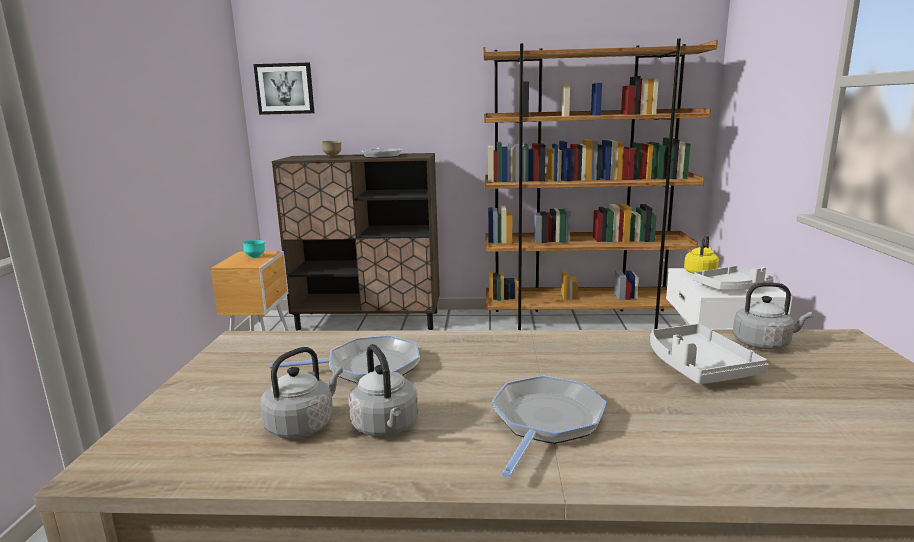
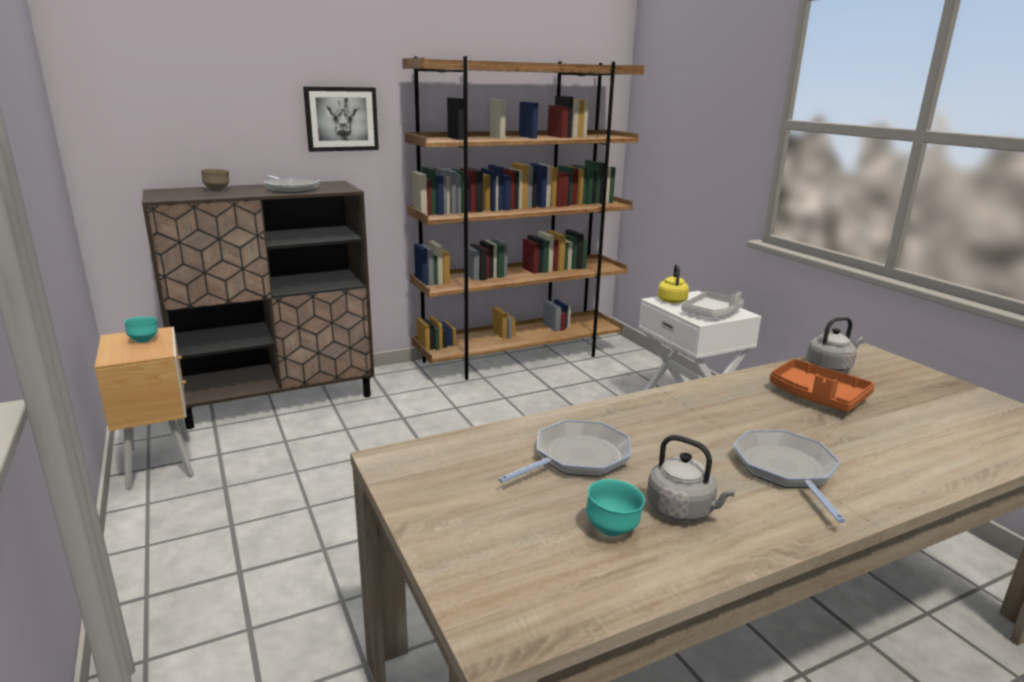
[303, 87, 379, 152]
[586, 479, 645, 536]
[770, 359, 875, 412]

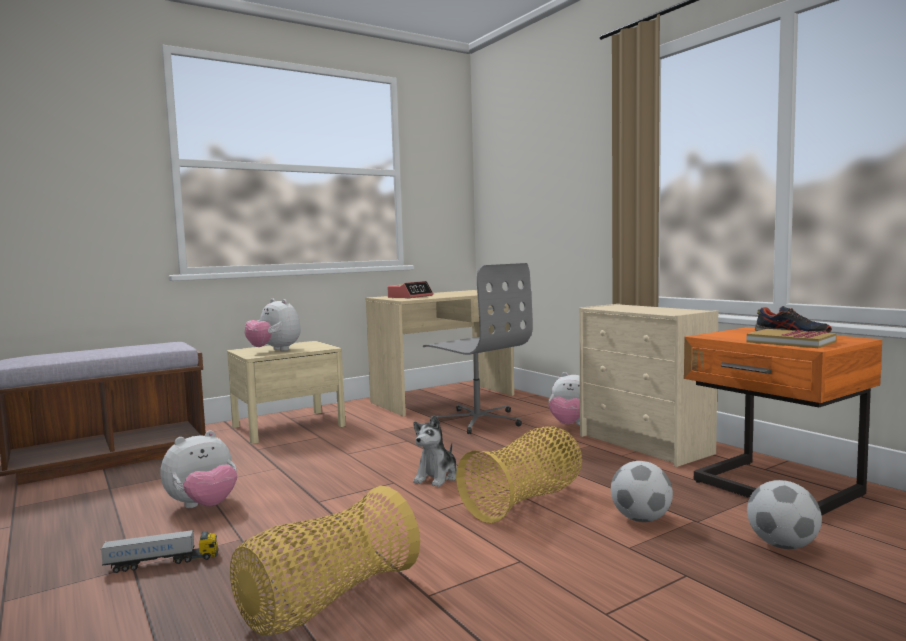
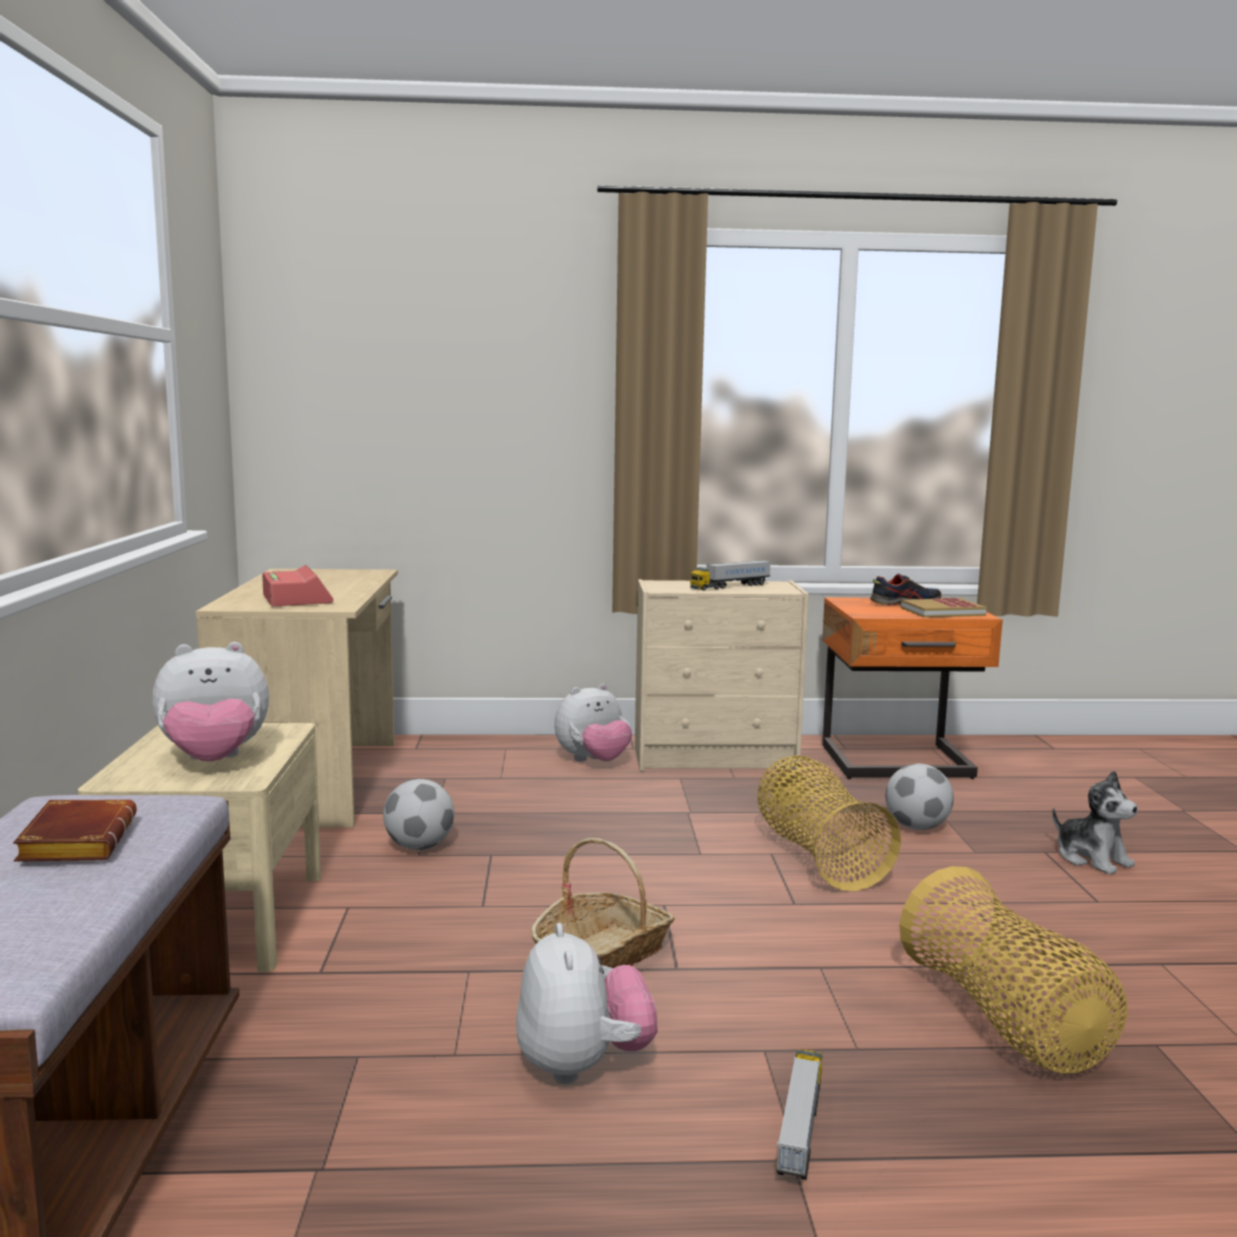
[423, 263, 533, 434] (first image)
[13, 800, 137, 862]
[531, 838, 675, 968]
[690, 560, 771, 591]
[1052, 771, 1138, 875]
[383, 779, 454, 850]

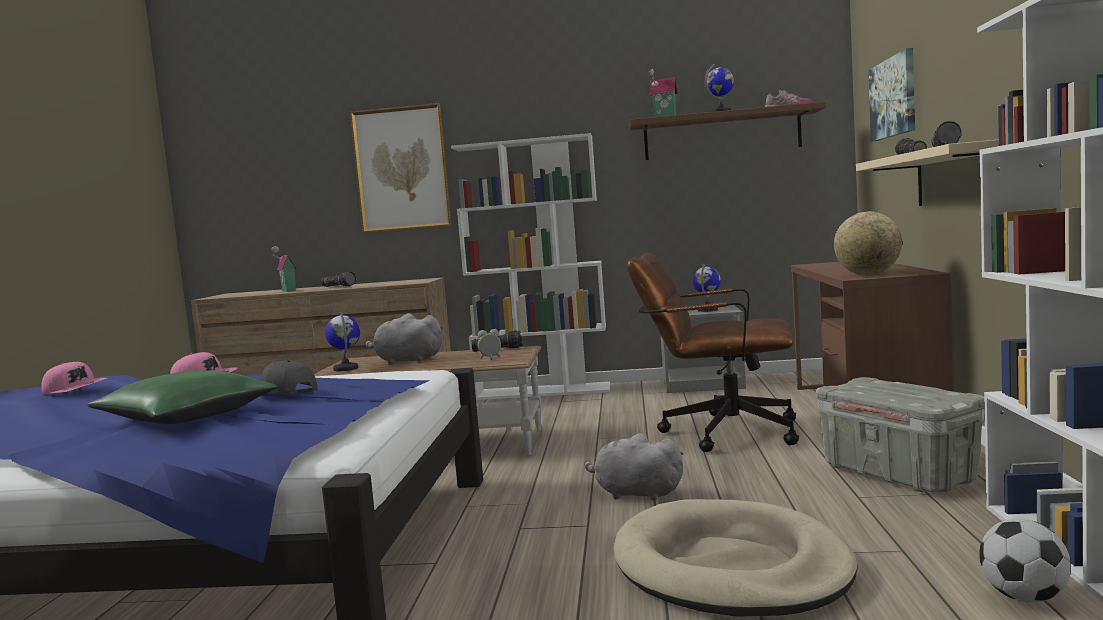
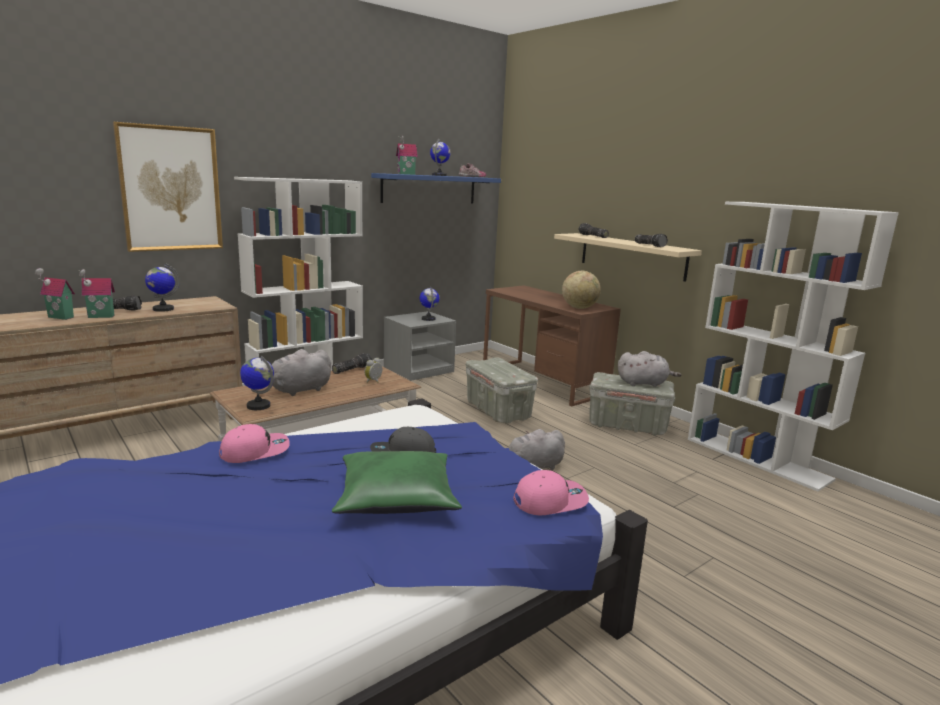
[614, 499, 857, 617] (first image)
[868, 48, 915, 142] (first image)
[979, 519, 1071, 602] (first image)
[78, 269, 115, 318]
[145, 264, 180, 312]
[618, 351, 682, 387]
[513, 470, 589, 516]
[466, 357, 538, 423]
[371, 173, 501, 204]

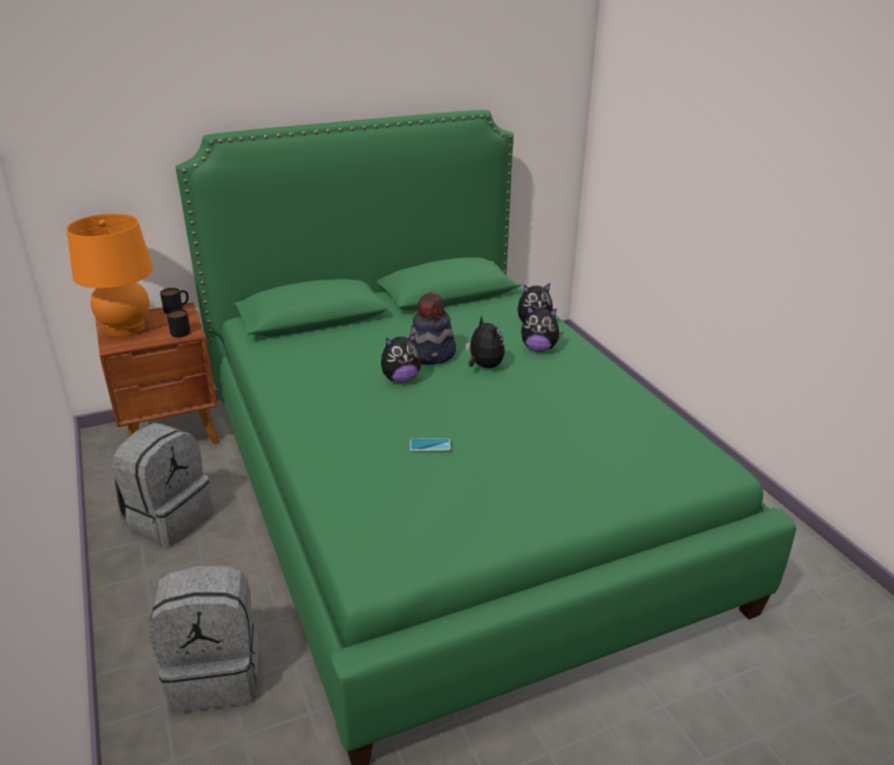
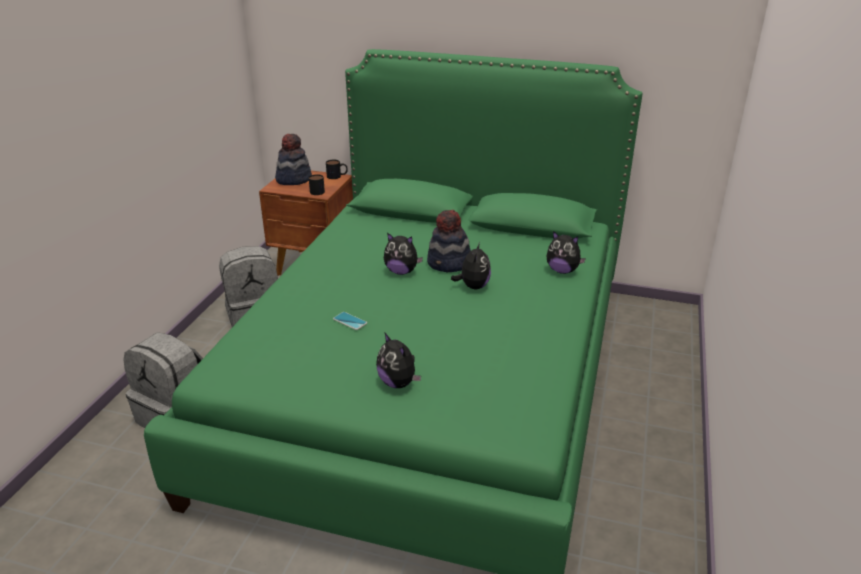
[376, 332, 421, 388]
[275, 134, 312, 185]

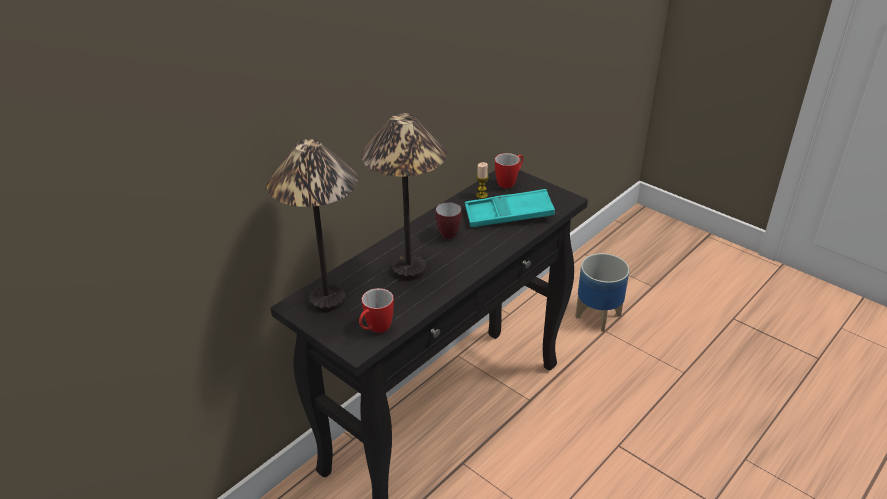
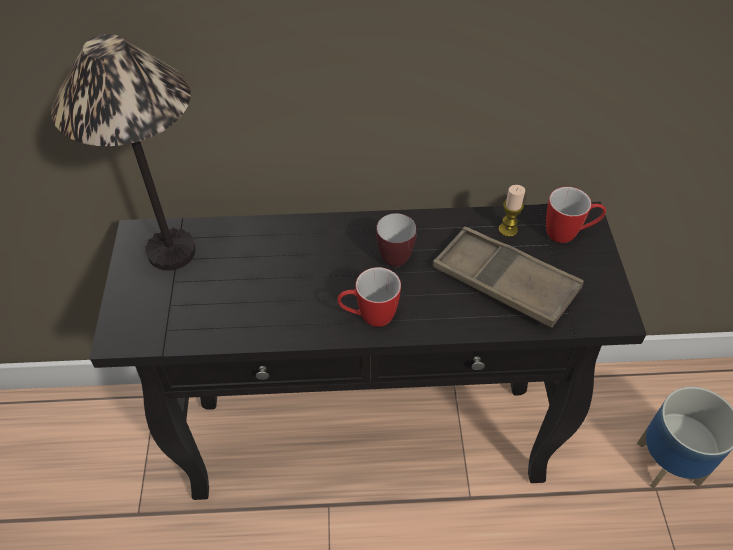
[361, 113, 447, 280] (first image)
[337, 267, 401, 327]
[433, 227, 584, 327]

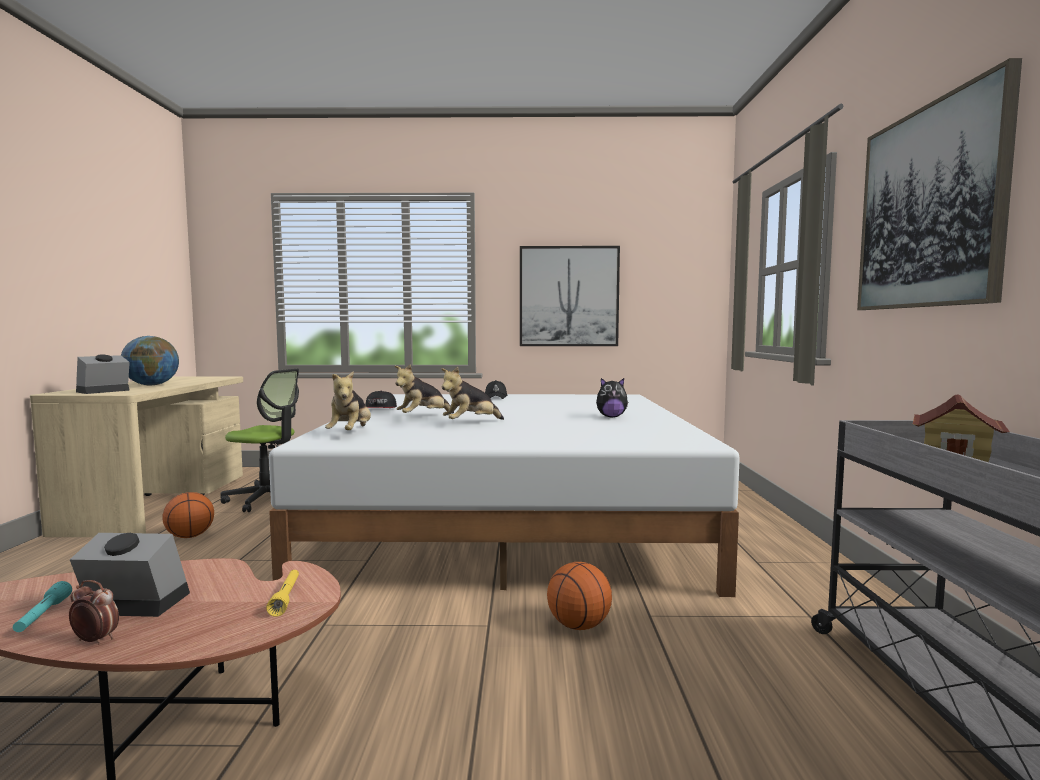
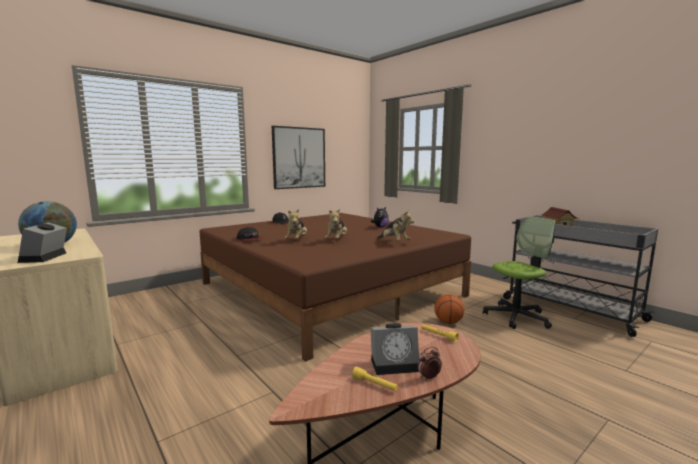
[162, 492, 214, 538] (first image)
[857, 58, 1022, 310] (first image)
[483, 216, 555, 329]
[377, 210, 414, 241]
[352, 367, 398, 391]
[200, 213, 471, 362]
[371, 323, 419, 375]

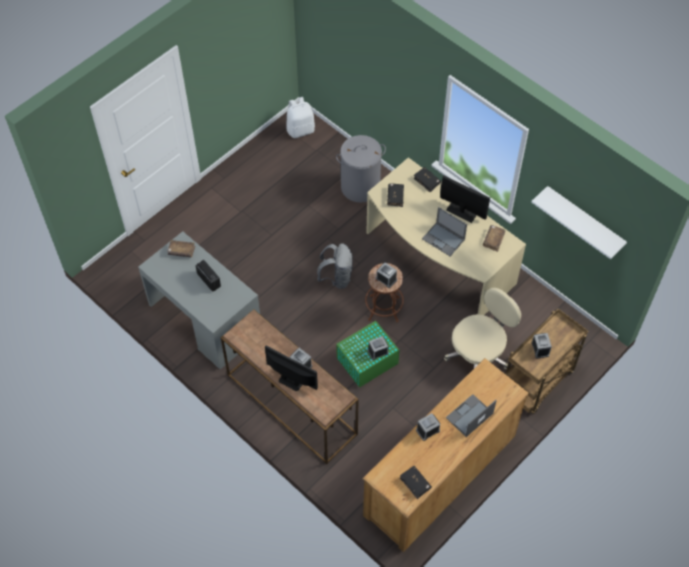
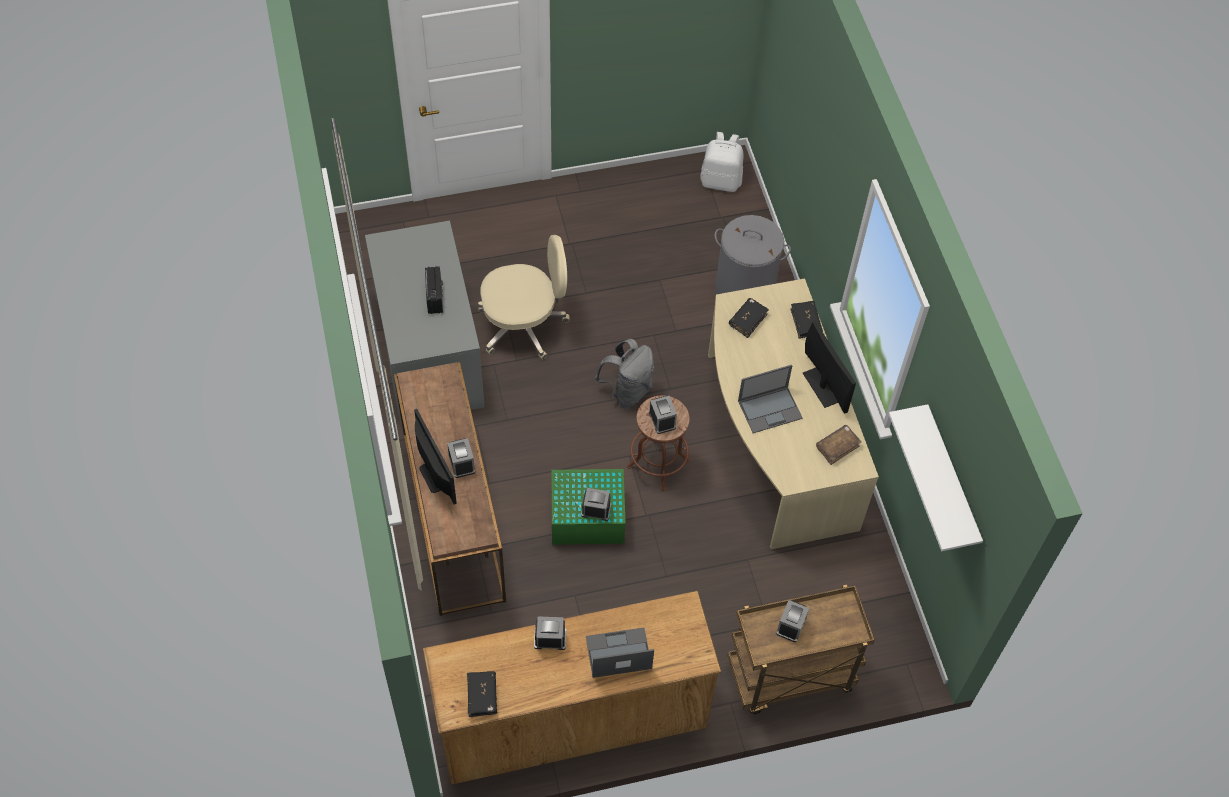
[167, 240, 195, 258] (first image)
[478, 235, 570, 360]
[738, 365, 803, 433]

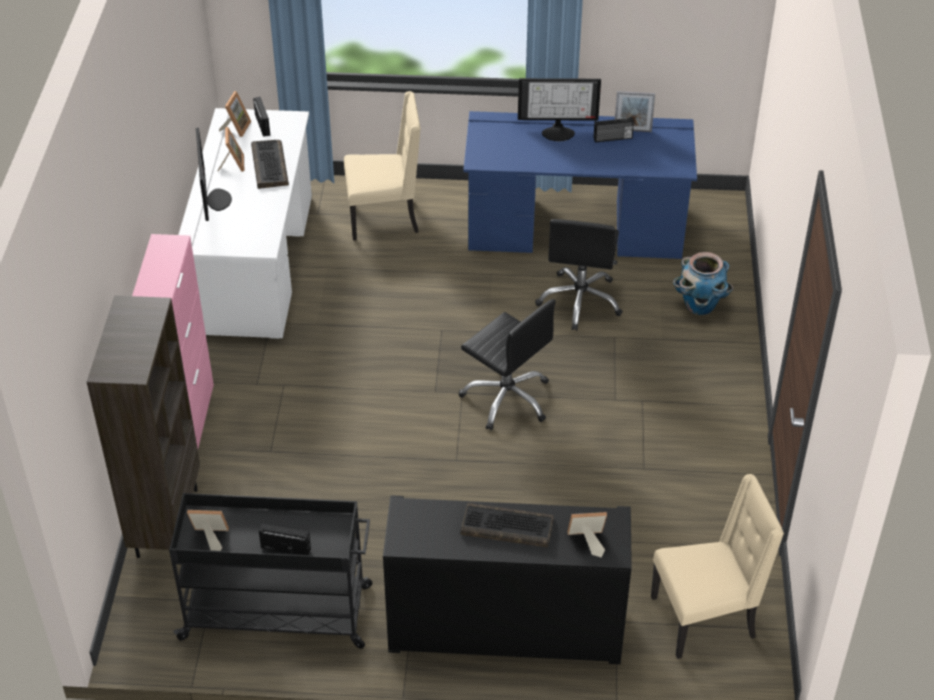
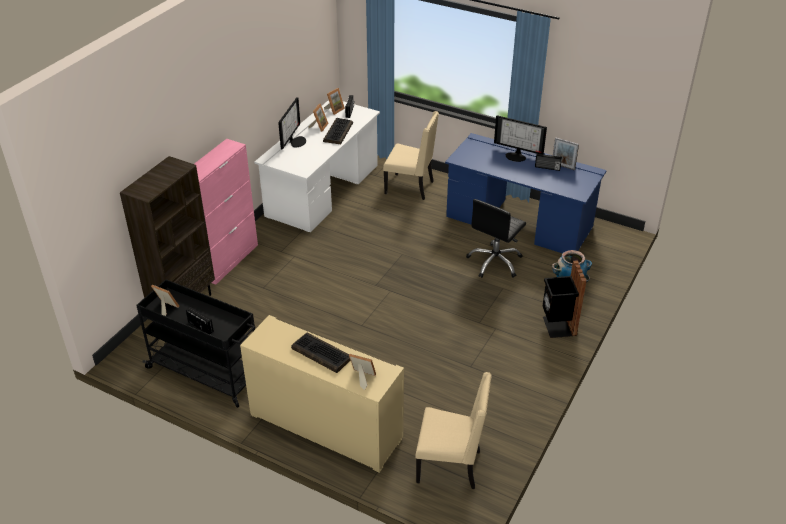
[459, 299, 556, 431] (first image)
[543, 260, 587, 338]
[240, 315, 404, 473]

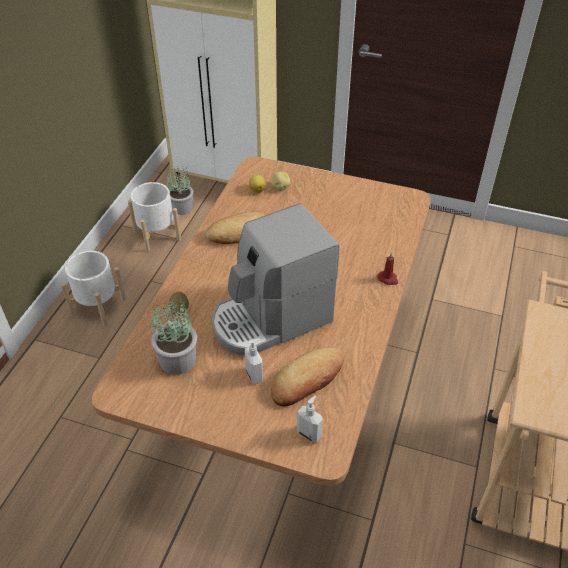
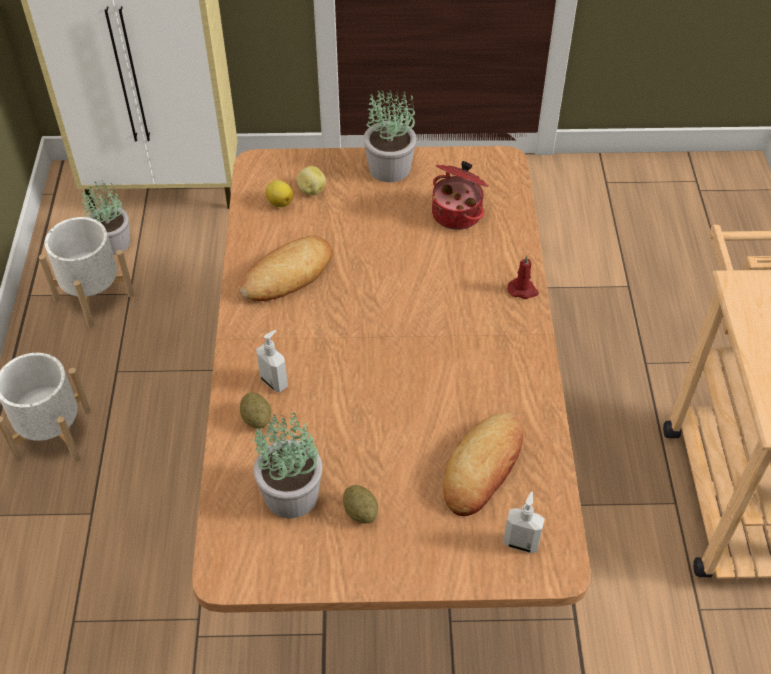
[212, 203, 339, 355] (first image)
[343, 485, 378, 524]
[363, 90, 416, 182]
[432, 161, 489, 230]
[256, 330, 288, 393]

